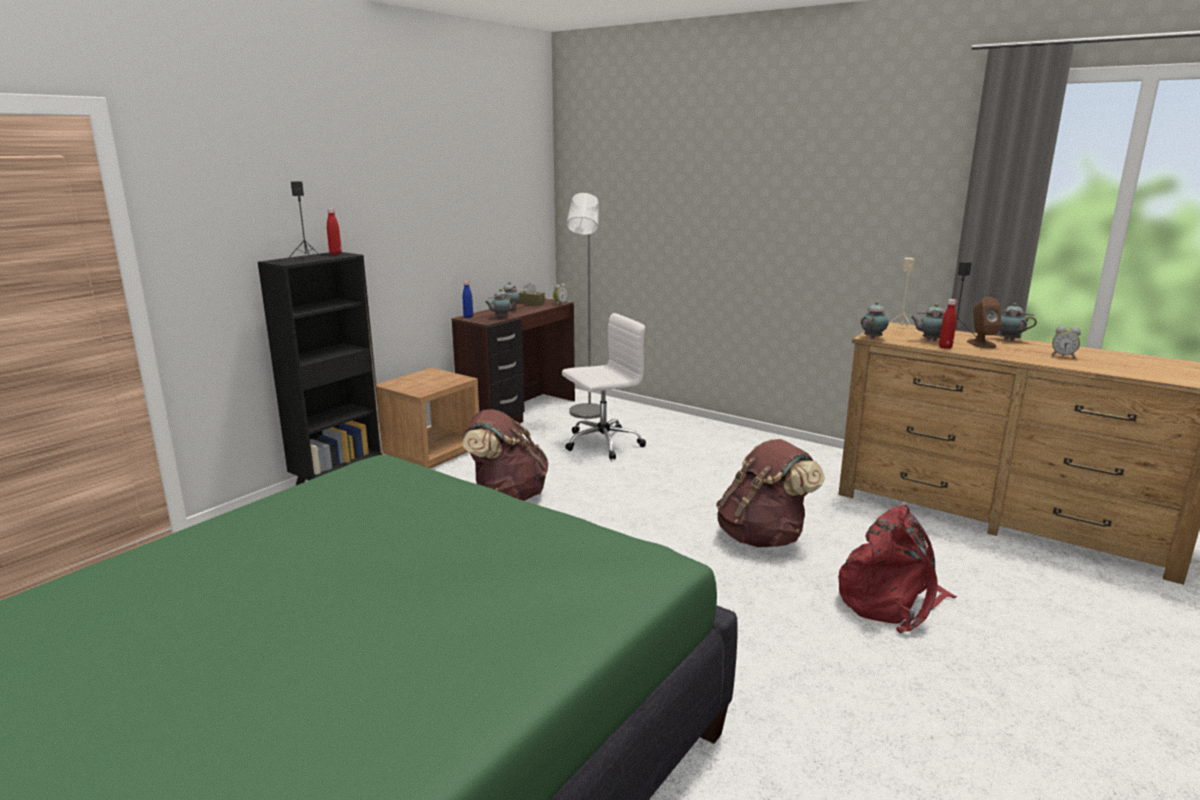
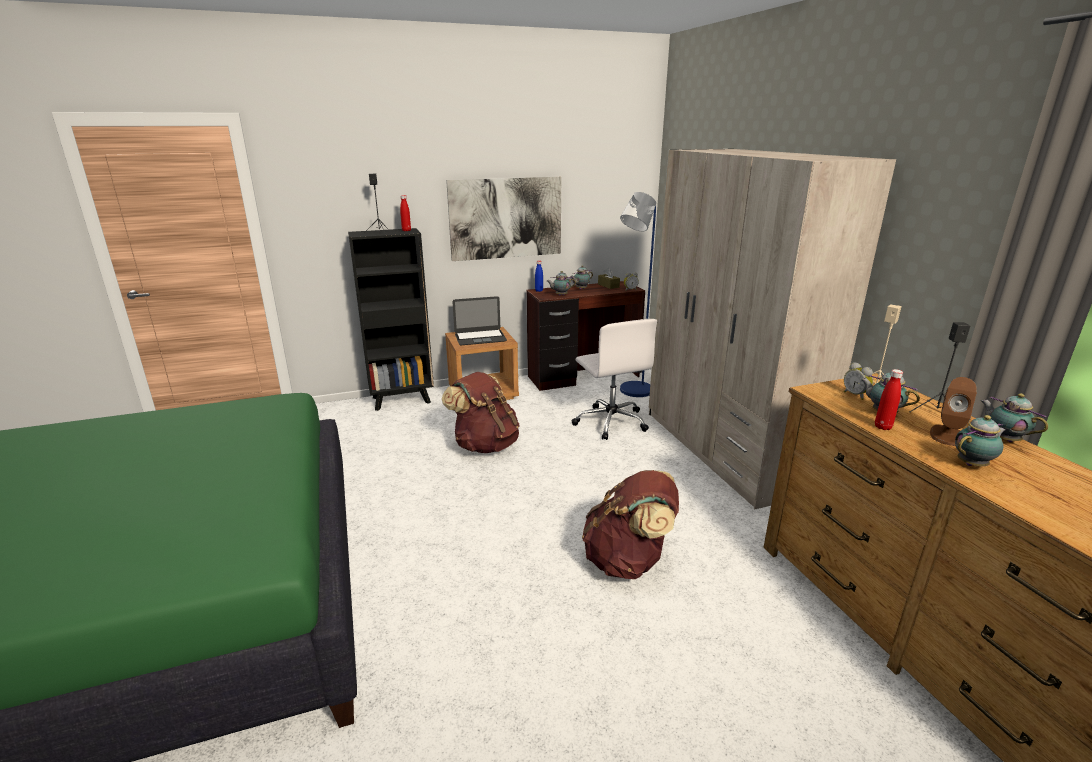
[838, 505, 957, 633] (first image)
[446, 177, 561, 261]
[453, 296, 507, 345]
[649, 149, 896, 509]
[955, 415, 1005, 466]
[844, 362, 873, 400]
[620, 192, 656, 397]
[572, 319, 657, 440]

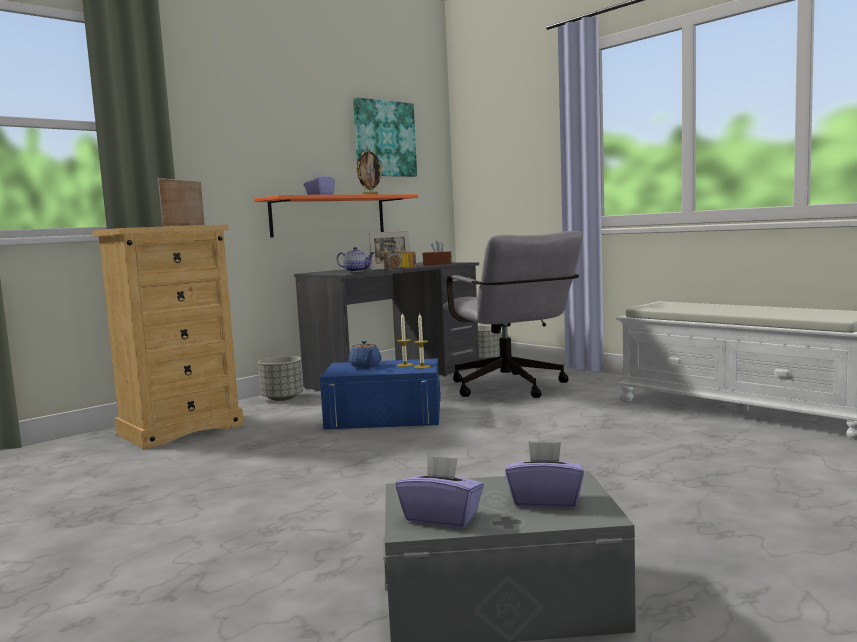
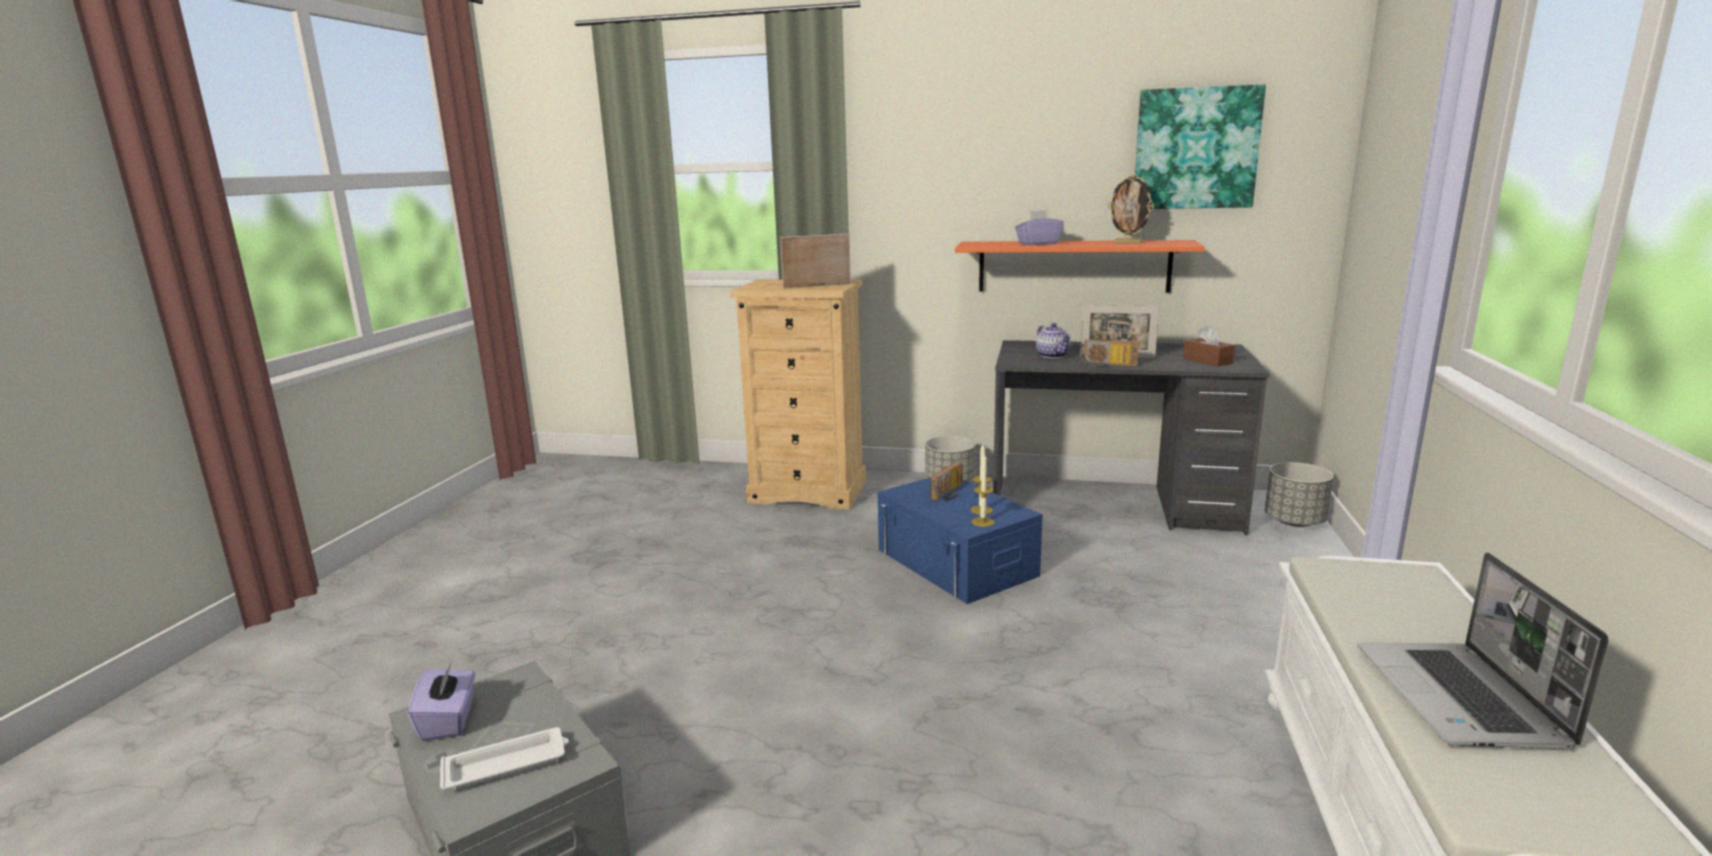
[443, 231, 583, 398] (first image)
[1358, 552, 1609, 749]
[930, 461, 963, 501]
[440, 727, 569, 790]

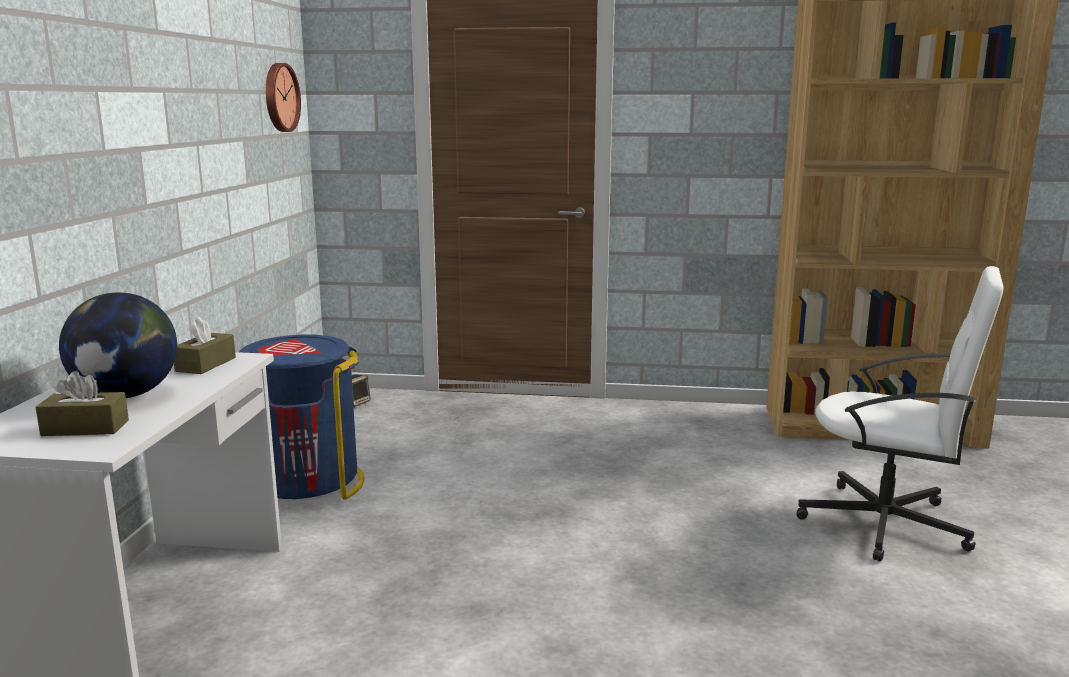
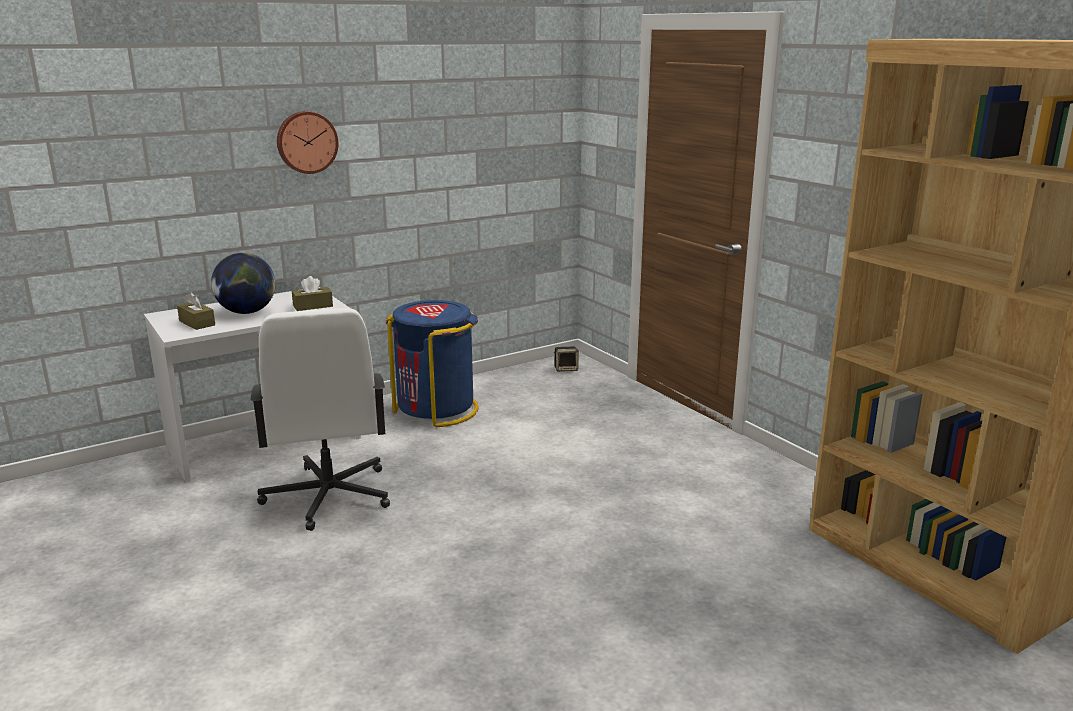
[277, 111, 338, 174]
[251, 308, 390, 531]

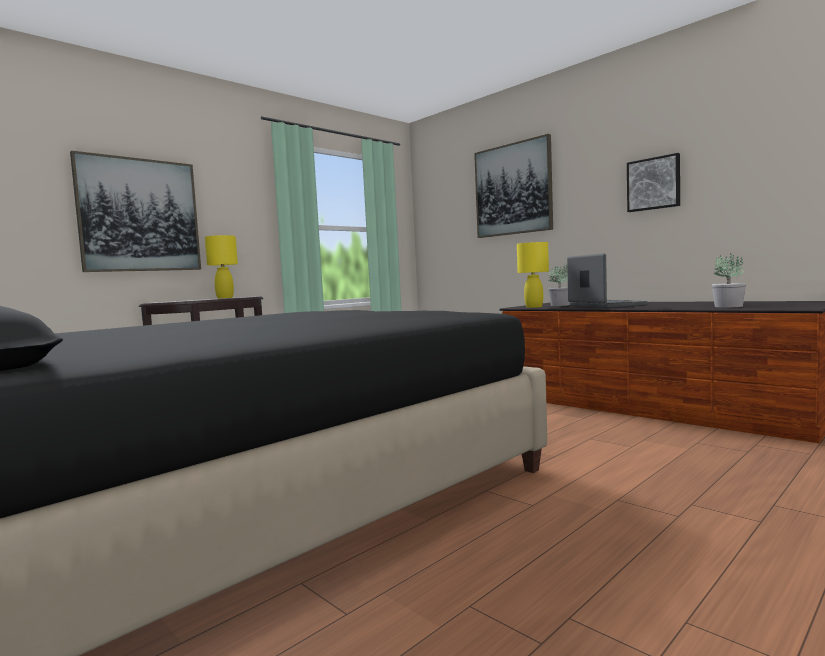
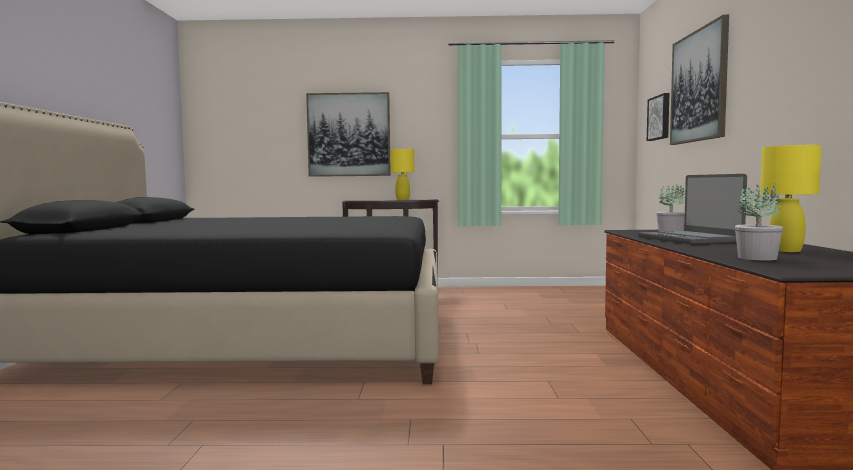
[760, 145, 822, 252]
[647, 93, 669, 141]
[638, 174, 747, 244]

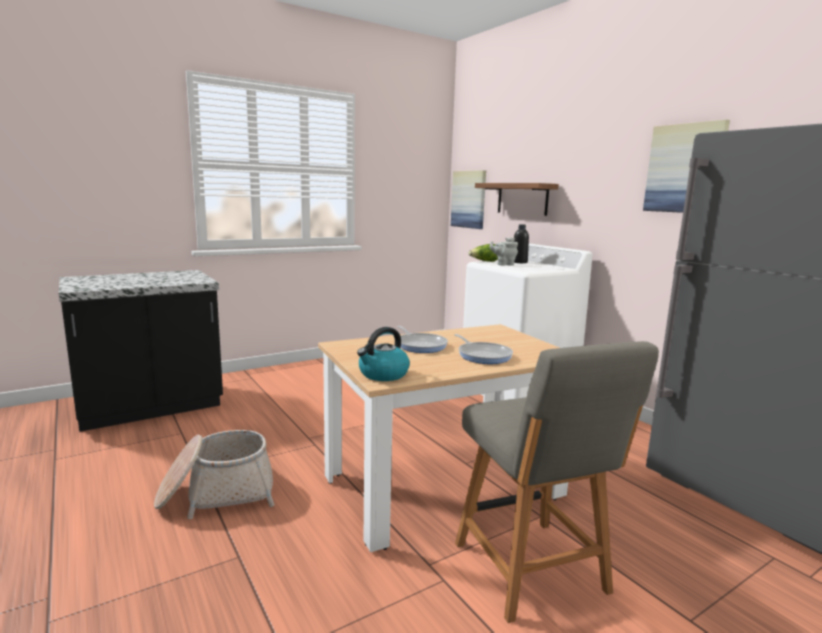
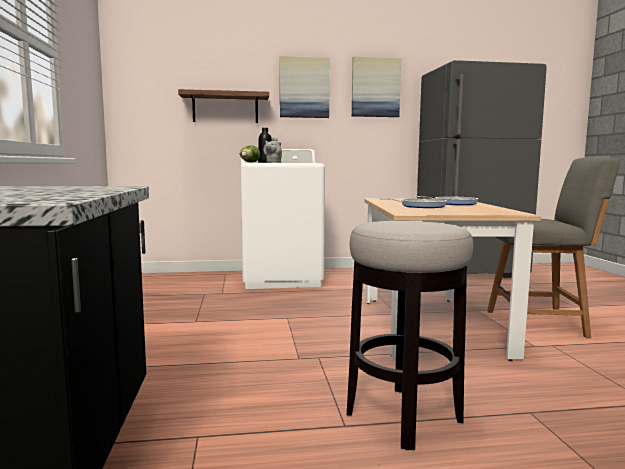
[357, 327, 410, 381] (first image)
[280, 56, 330, 118]
[347, 221, 473, 450]

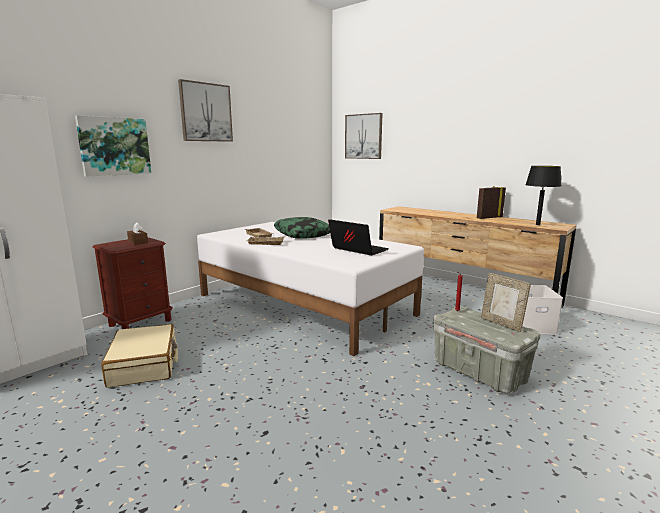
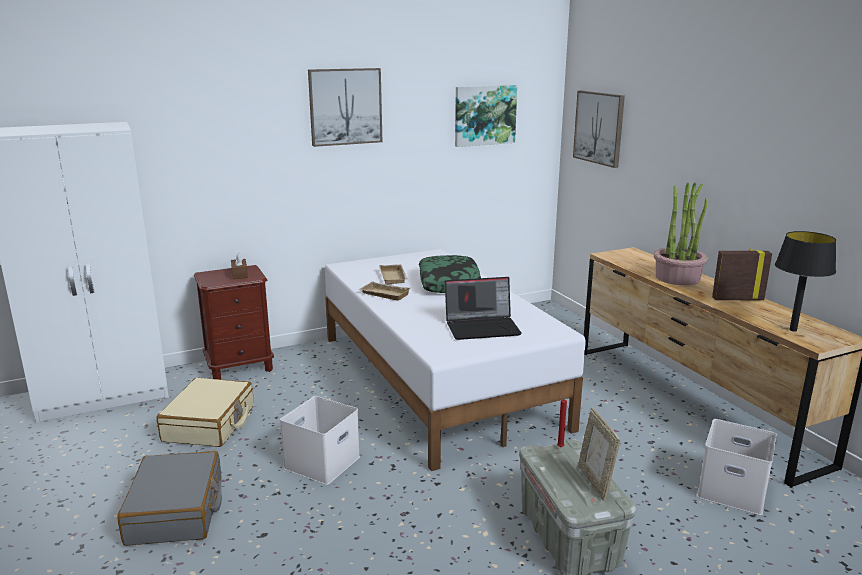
[117, 451, 222, 546]
[280, 396, 360, 485]
[654, 182, 708, 285]
[455, 85, 517, 147]
[445, 277, 522, 340]

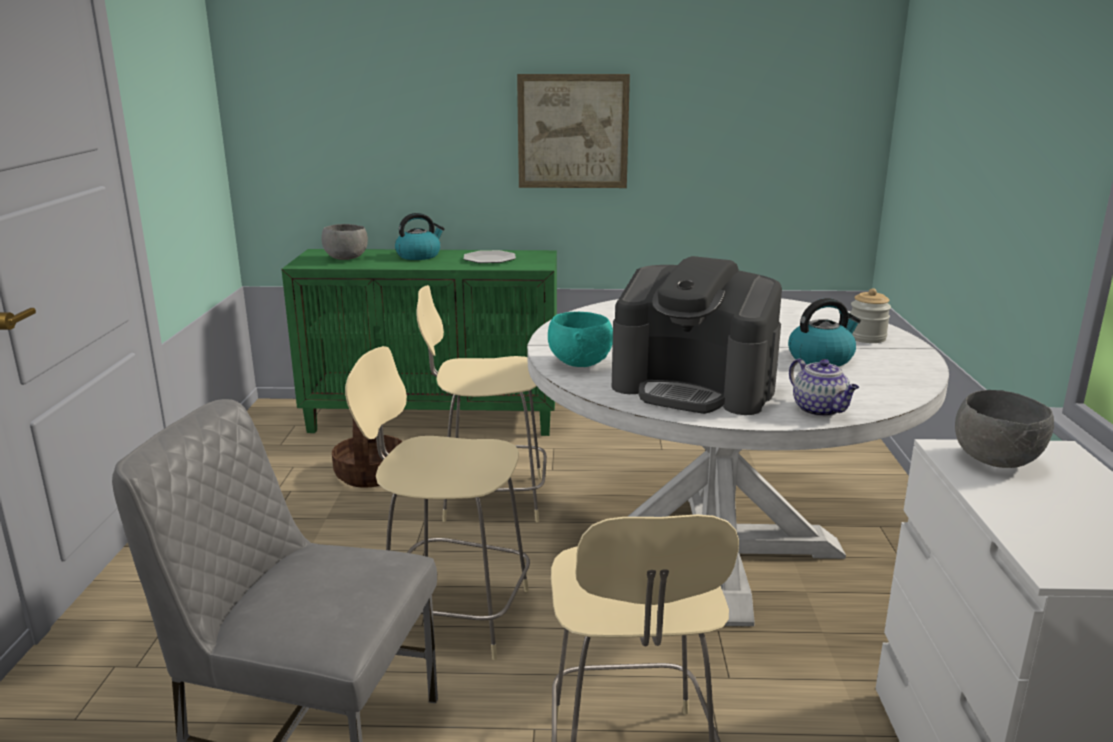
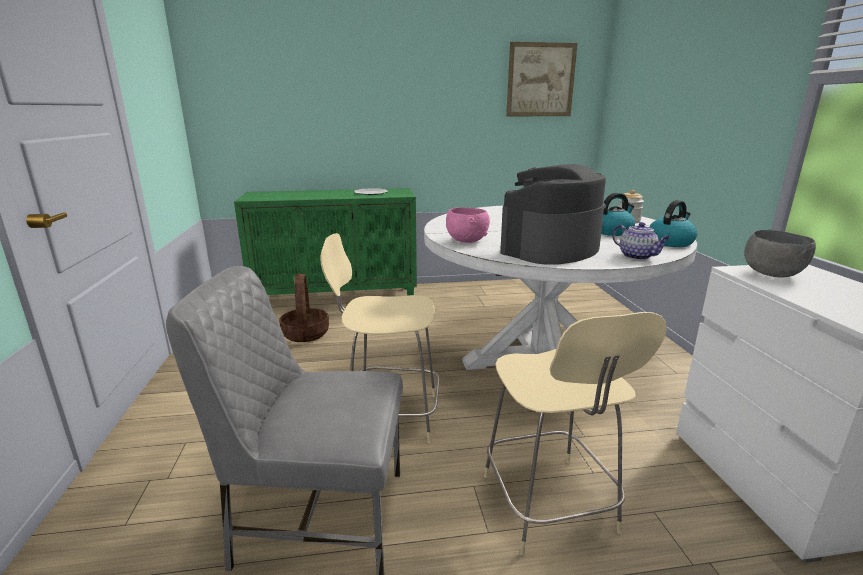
[321, 224, 368, 260] (first image)
[416, 285, 547, 522] (first image)
[649, 200, 697, 247]
[506, 42, 578, 116]
[446, 207, 490, 243]
[500, 164, 606, 265]

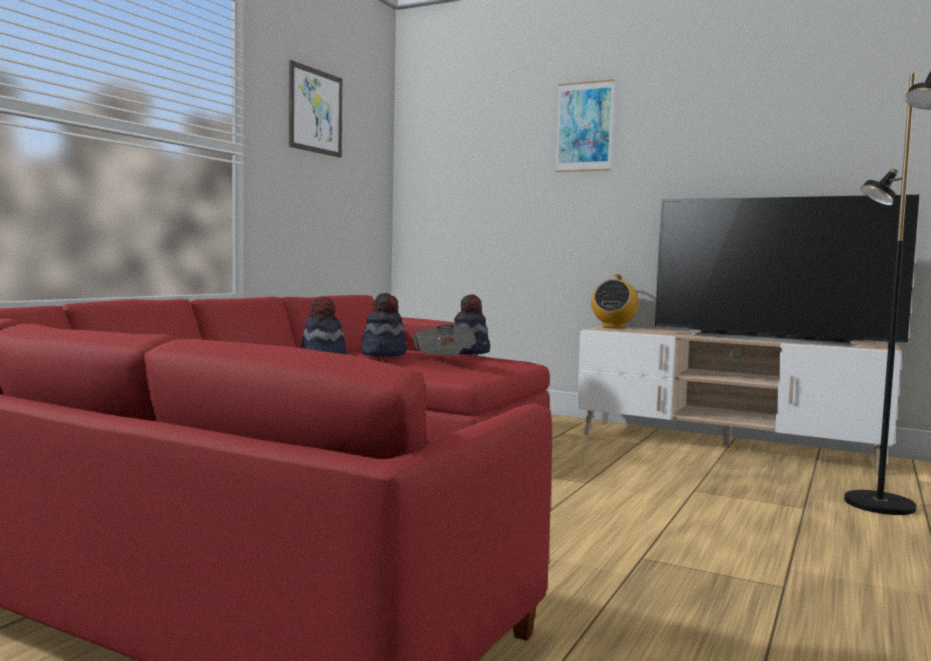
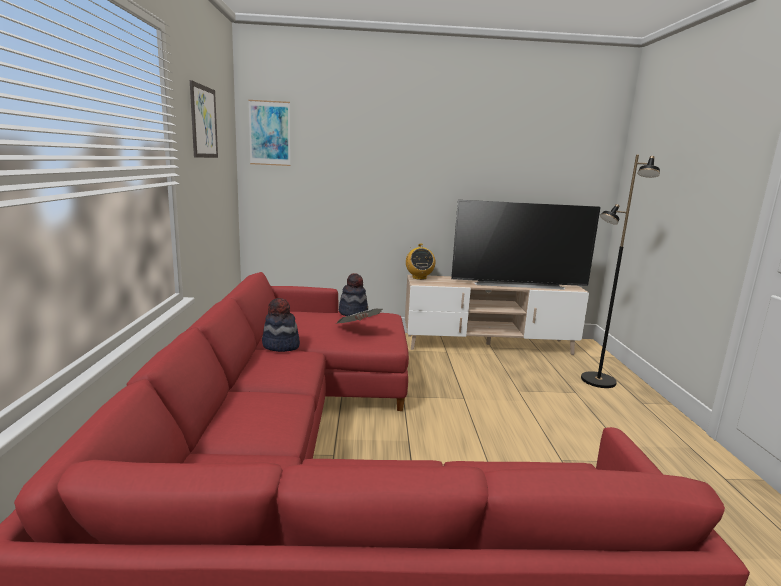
[362, 293, 406, 357] (first image)
[248, 100, 290, 166]

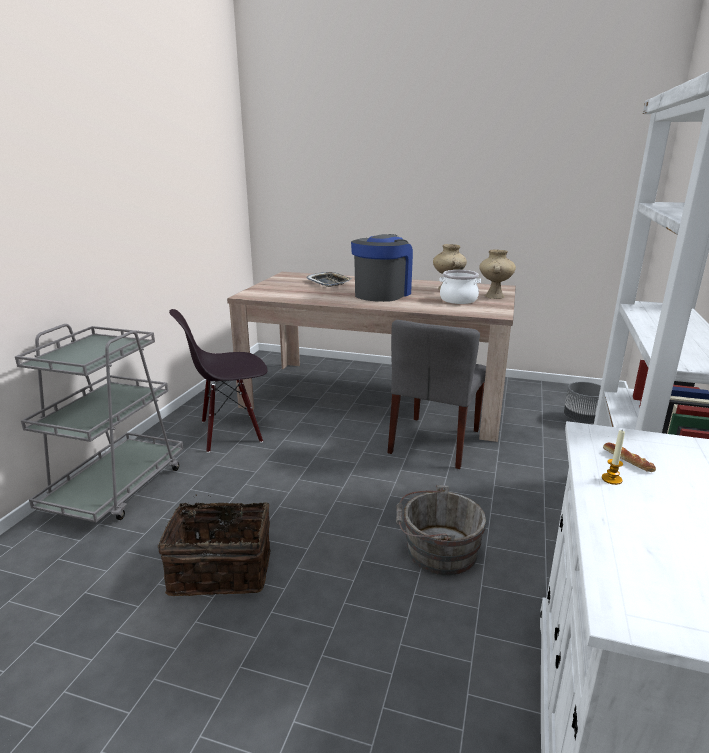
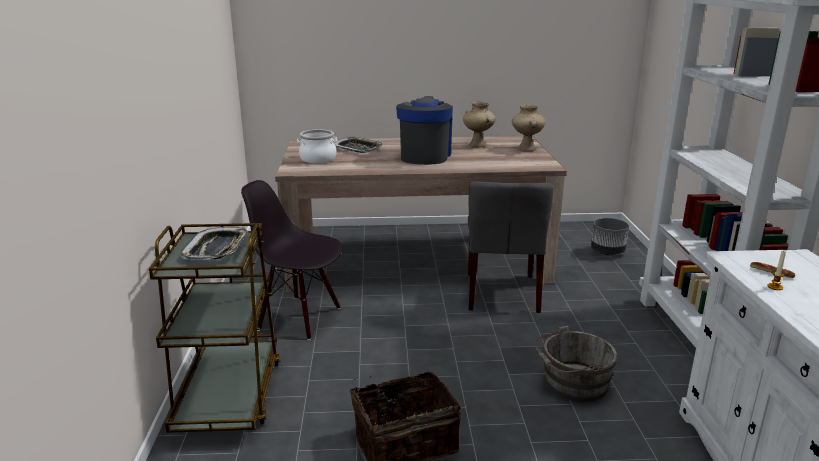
[180, 227, 248, 260]
[297, 129, 337, 163]
[149, 223, 280, 433]
[241, 180, 343, 340]

